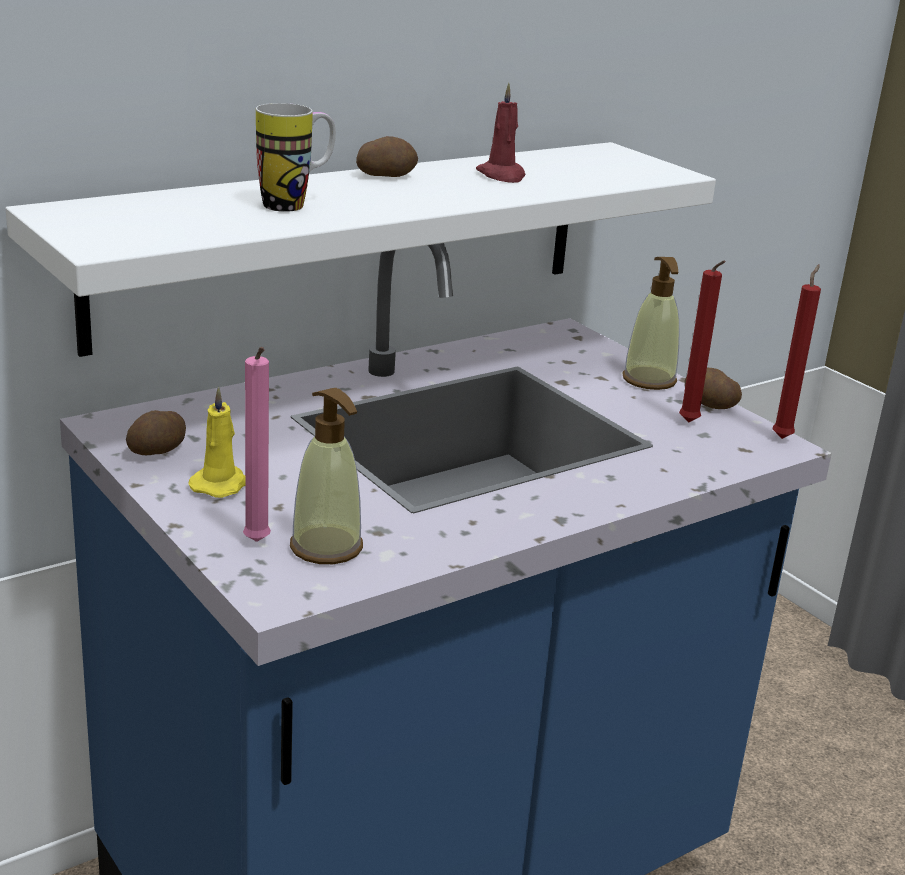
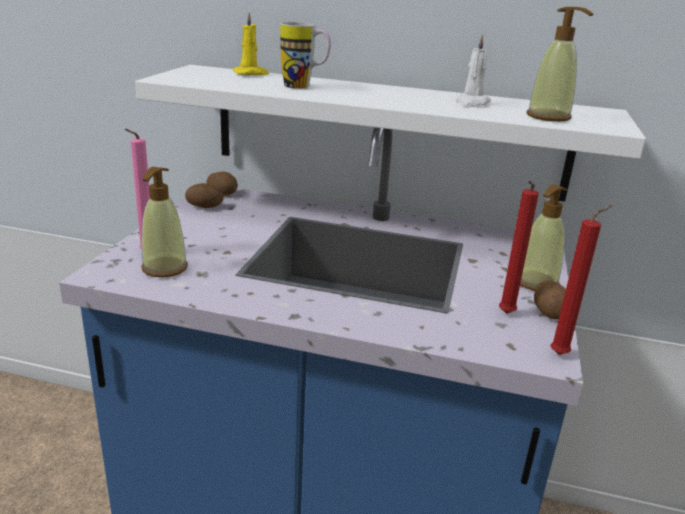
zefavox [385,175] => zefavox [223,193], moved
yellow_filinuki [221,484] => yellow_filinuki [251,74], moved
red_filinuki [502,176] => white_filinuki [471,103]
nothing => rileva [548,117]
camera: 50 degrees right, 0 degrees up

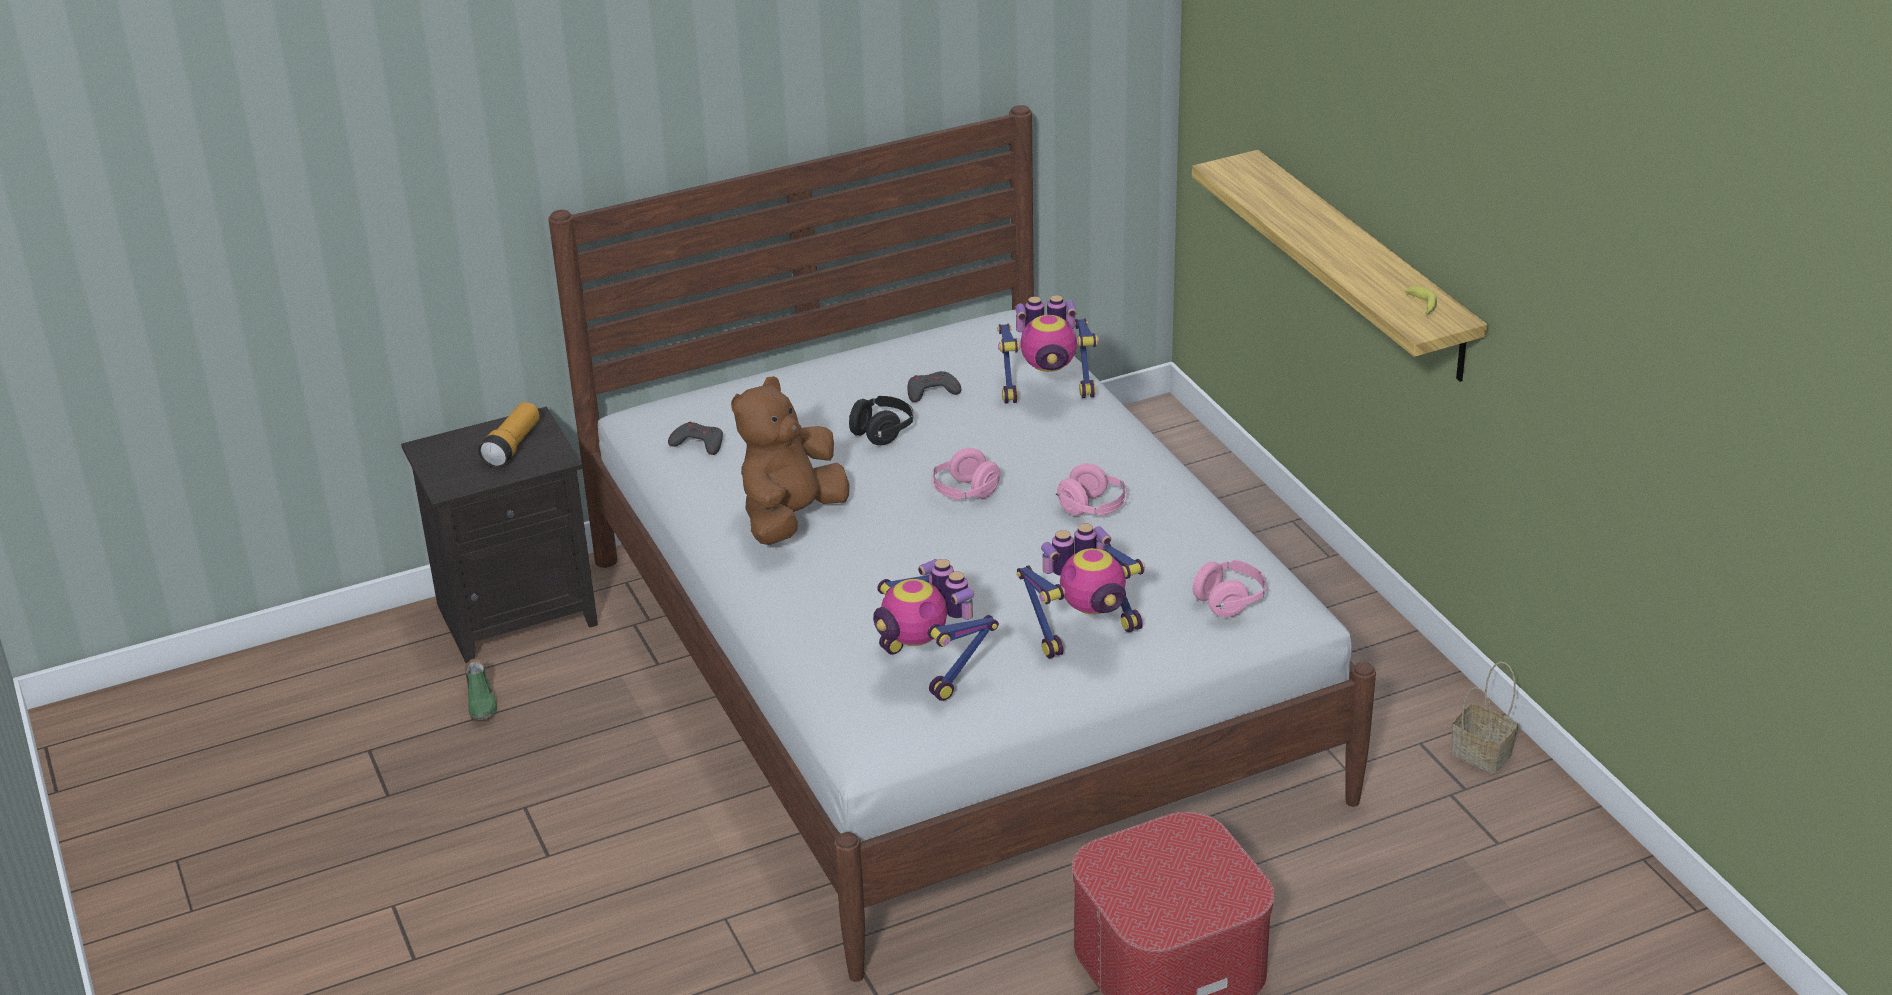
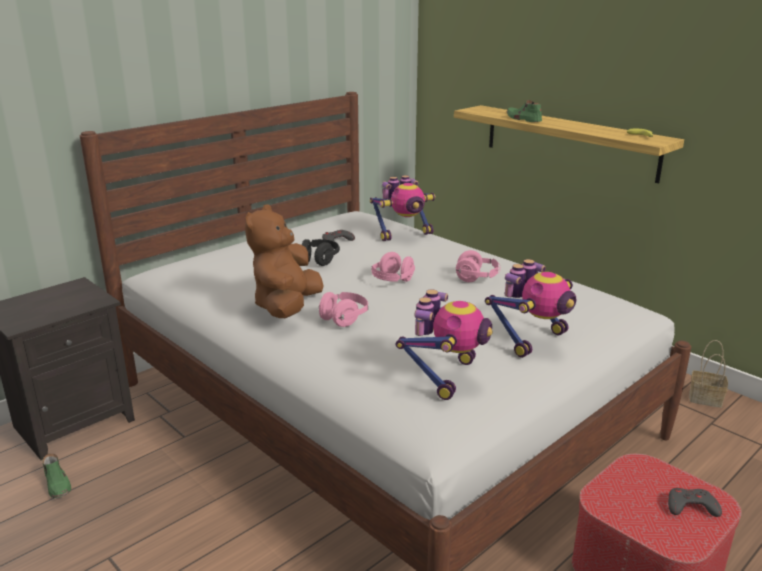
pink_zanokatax [1230,601] => pink_zanokatax [344,318], moved
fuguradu [929,667] => fuguradu [445,376], 105 degrees counterclockwise
nothing => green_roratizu [523,119]
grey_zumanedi [698,443] => grey_zumanedi [691,506], moved
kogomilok [512,446] => nothing
camera: 20 degrees left, 10 degrees down

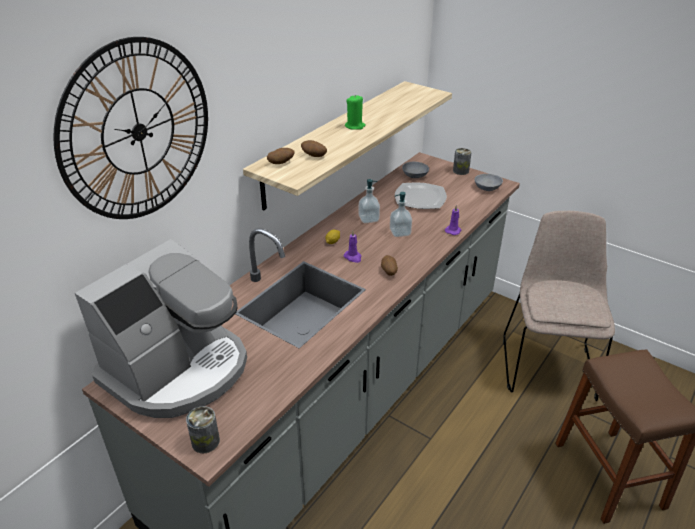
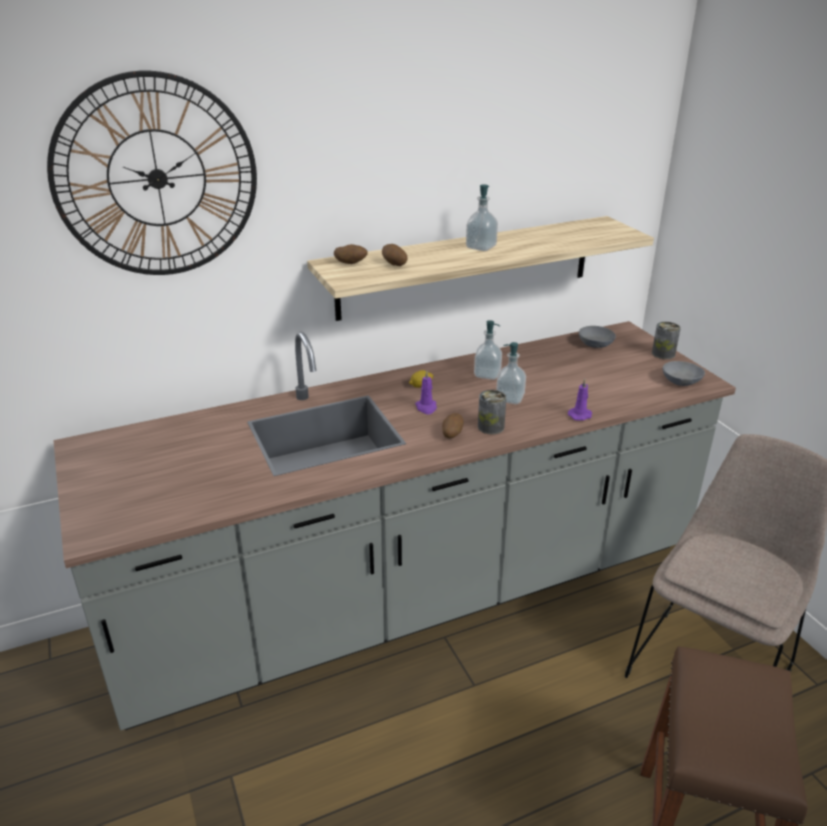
green_filinuki [355,126] => rileva [481,247]
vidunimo [205,441] => vidunimo [491,427], moved
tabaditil [178,370] => nothing
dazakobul [420,198] => nothing
camera: 30 degrees right, 5 degrees down

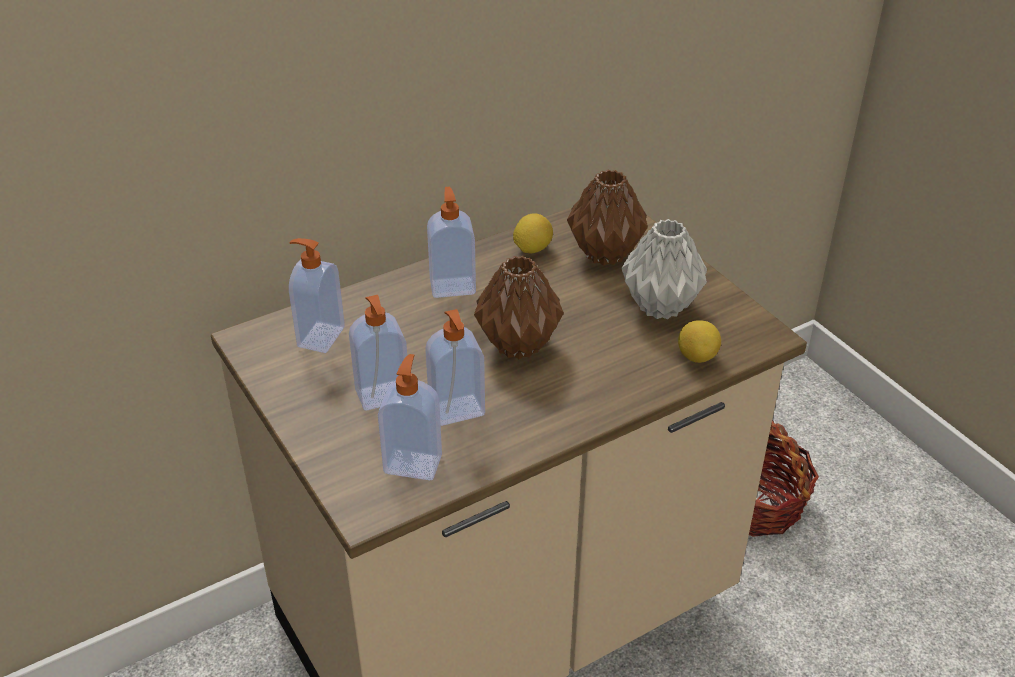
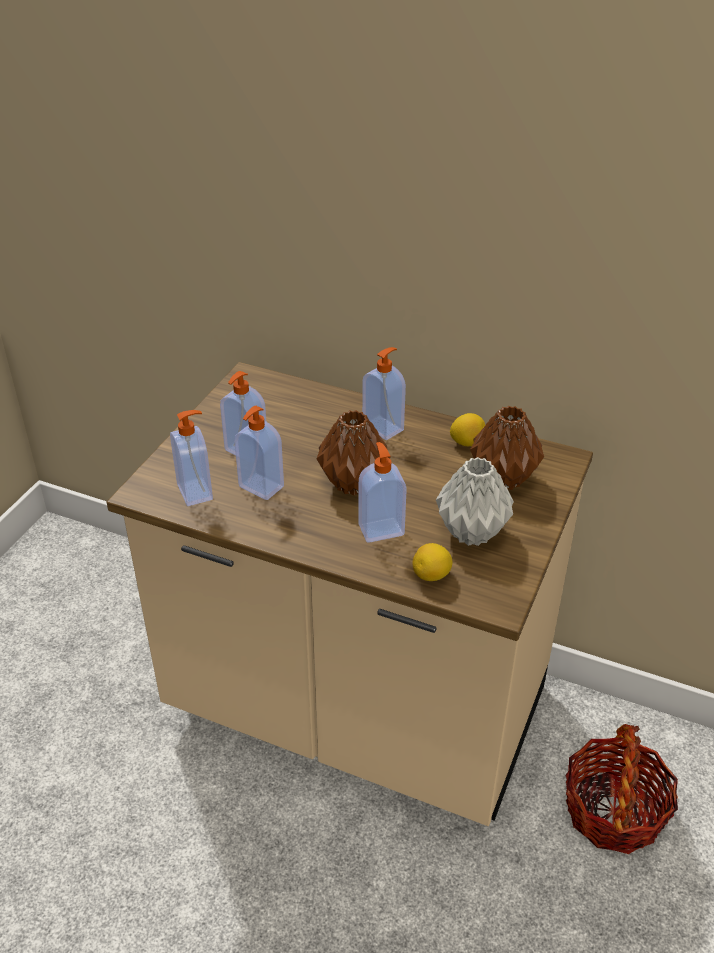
rileva [319,336] => rileva [380,529], moved
camera: 55 degrees right, 0 degrees up

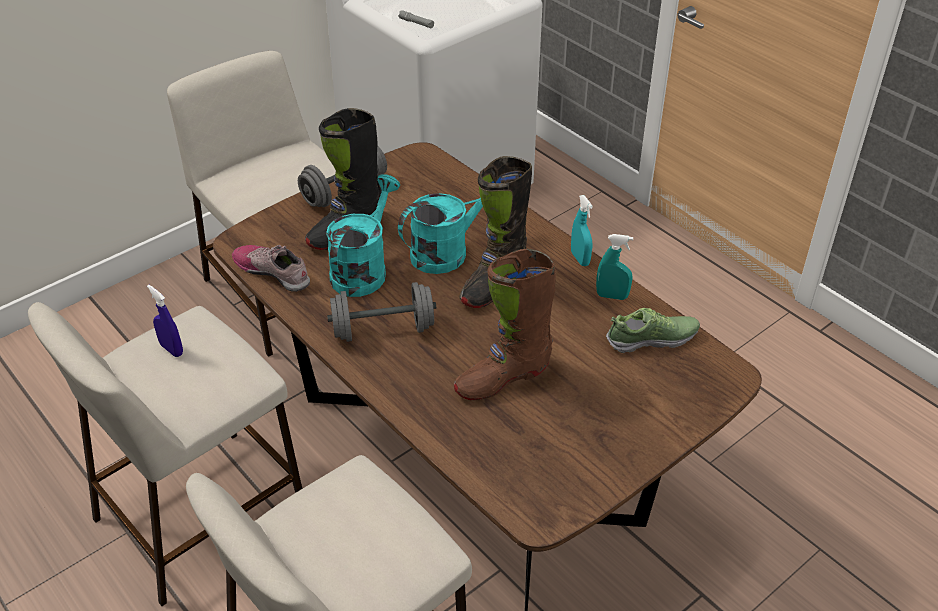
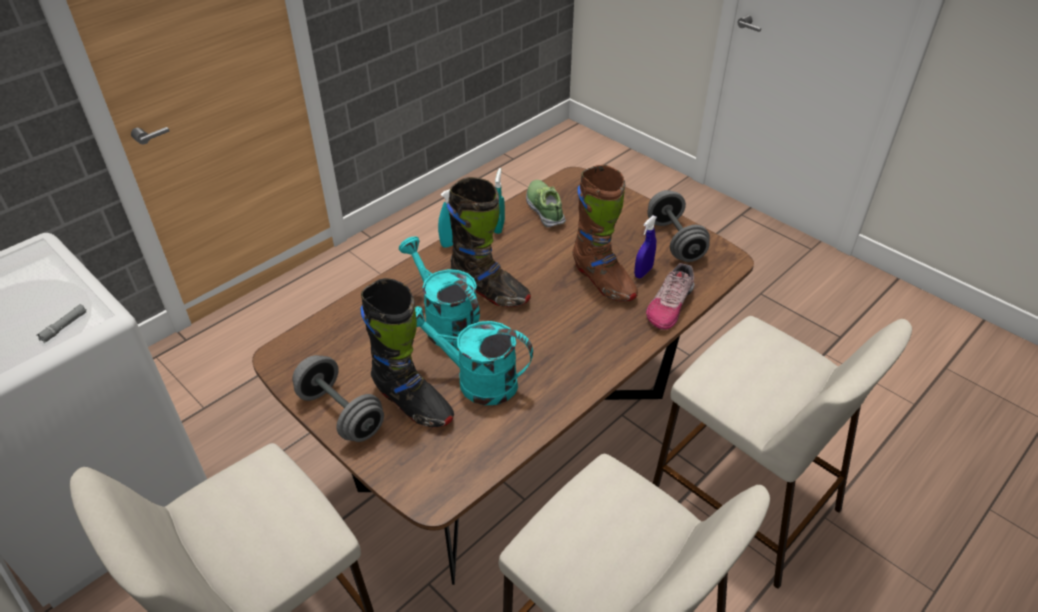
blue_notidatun [171,349] => blue_notidatun [643,272], moved
roratizu [273,272] => roratizu [669,305], moved
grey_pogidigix [383,329] => grey_pogidigix [675,241], moved
camera: 95 degrees left, 0 degrees up

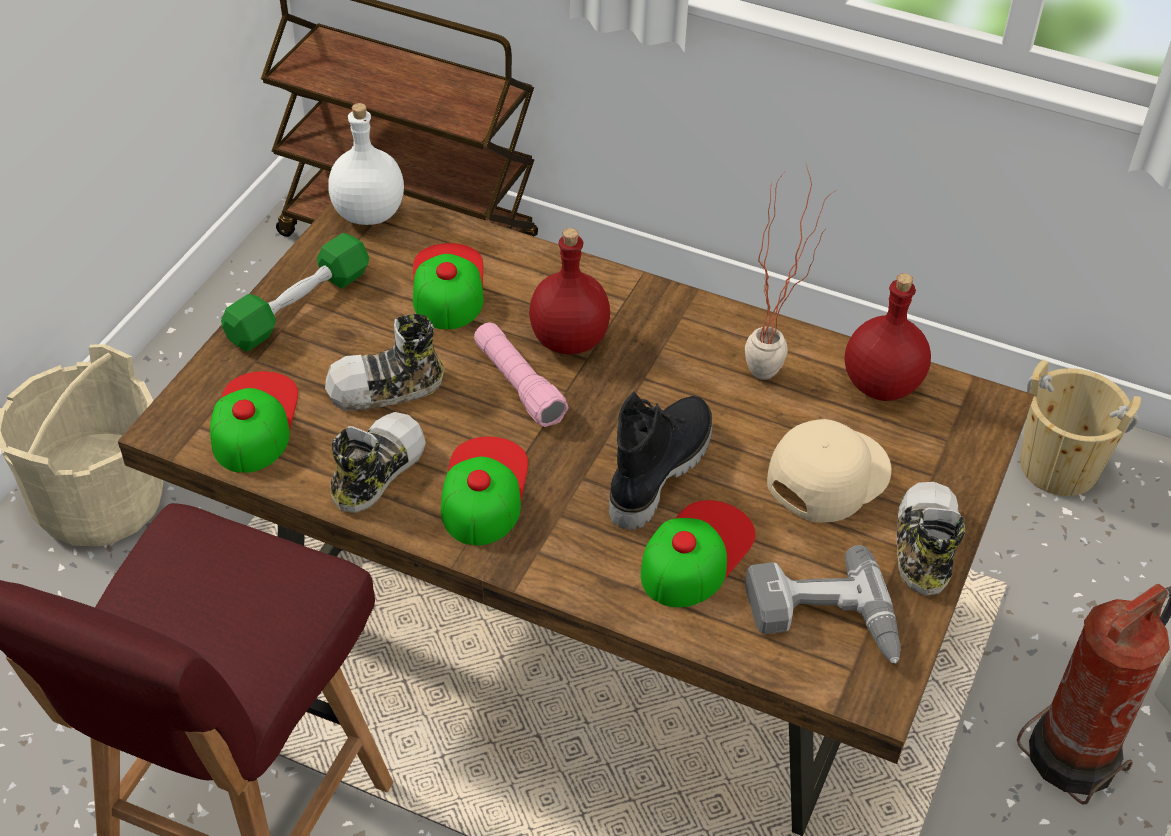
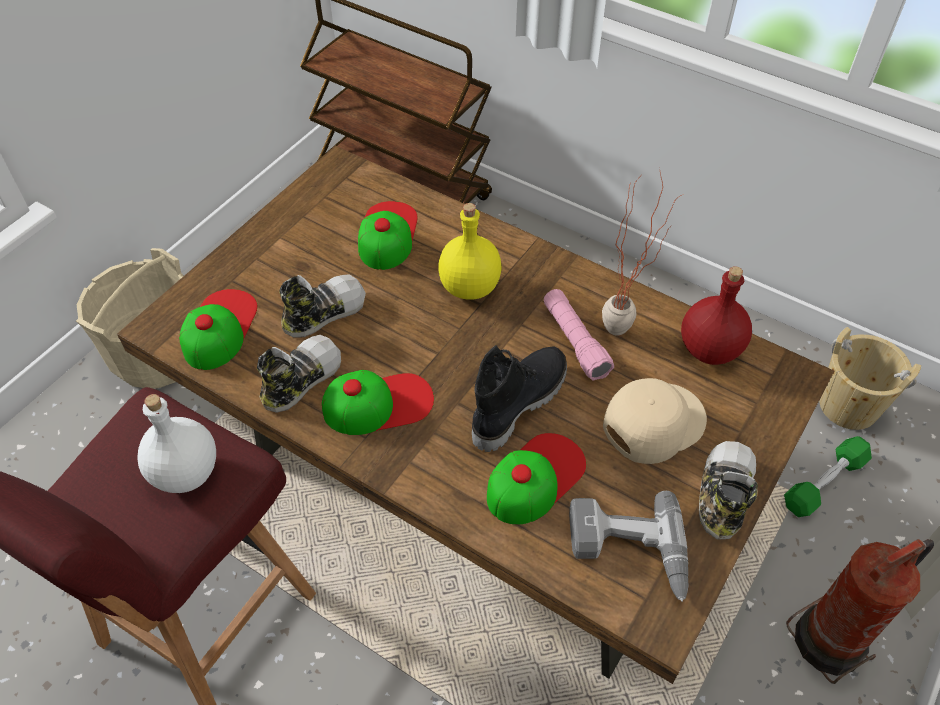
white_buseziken [370,214] => white_buseziken [187,473], moved
roratizu [386,388] => roratizu [323,312], 150 degrees clockwise
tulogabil [483,489] => tulogabil [378,404], 60 degrees clockwise
red_buseziken [567,339] => yellow_buseziken [468,286]
pink_kogomilok [518,385] => pink_kogomilok [575,341], moved
green_pogidigix [298,307] => green_pogidigix [824,483], moved
camera: 10 degrees right, 5 degrees up

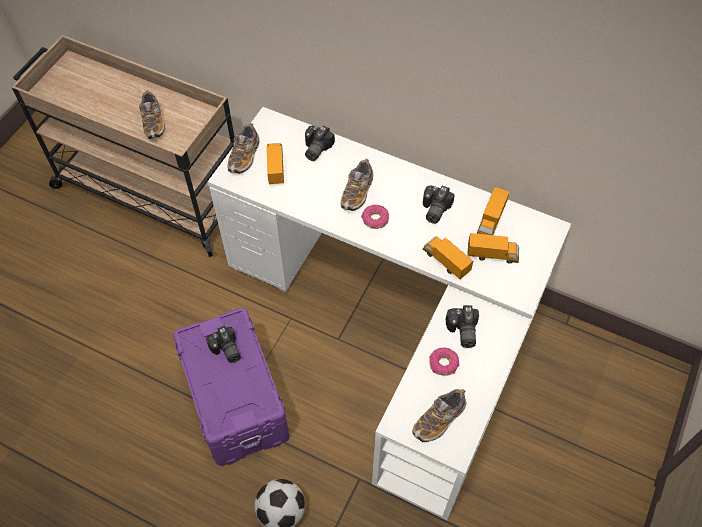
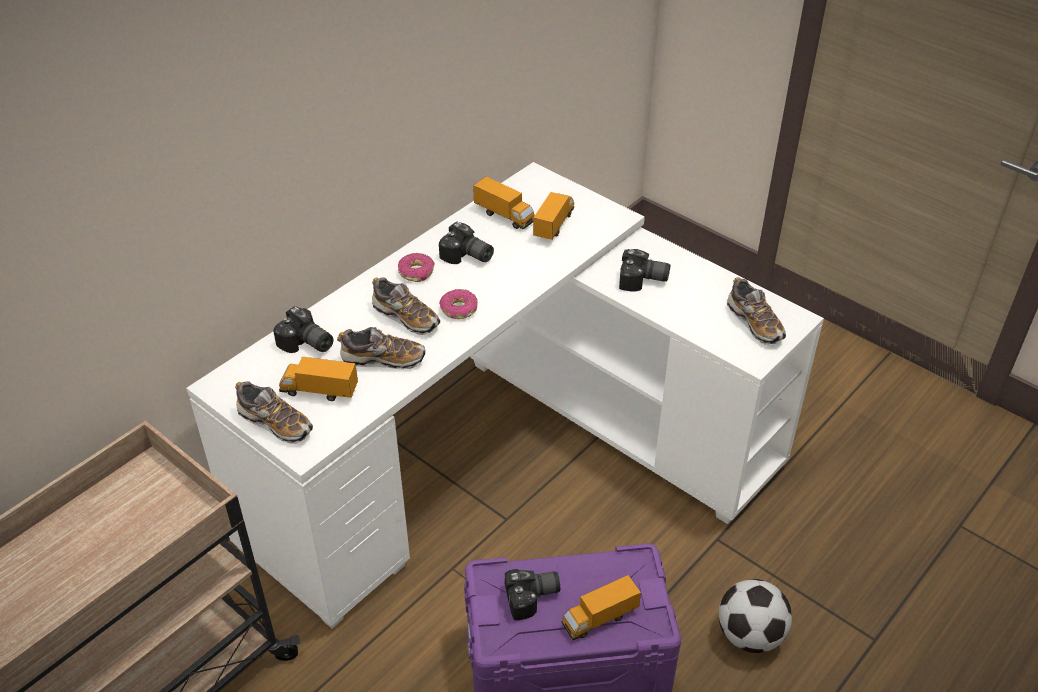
roratizu [153,122] => roratizu [383,359], moved
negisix [443,364] => negisix [416,272], moved
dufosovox [446,262] => dufosovox [599,619], moved
camera: 75 degrees left, 15 degrees down

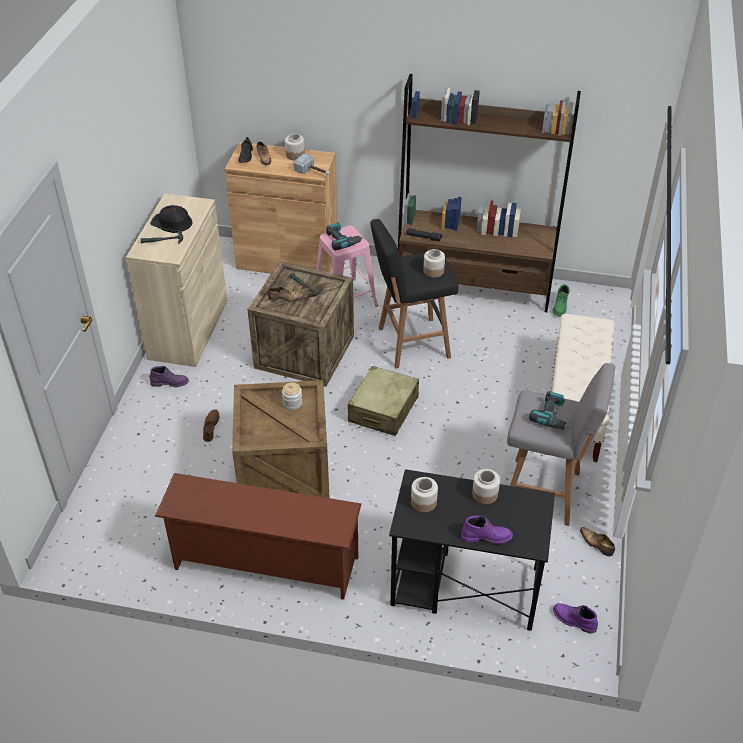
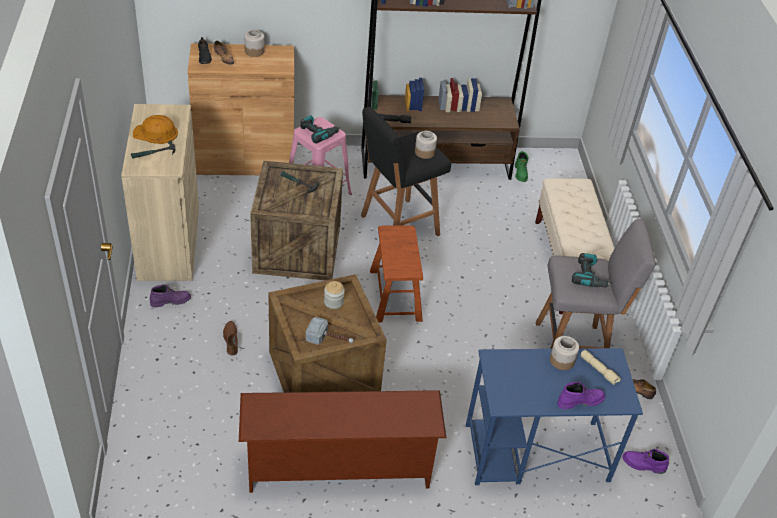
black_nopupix [172,222] => orange_nopupix [156,133]
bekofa [313,172] => bekofa [330,339], moved
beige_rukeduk [383,409] => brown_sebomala [395,295]
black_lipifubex [464,587] => blue_lipifubex [535,453]
nothing => beige_kogomilok [599,370]
roratizu [285,298] => nothing
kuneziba [423,502] => nothing
camera: 20 degrees left, 0 degrees up

